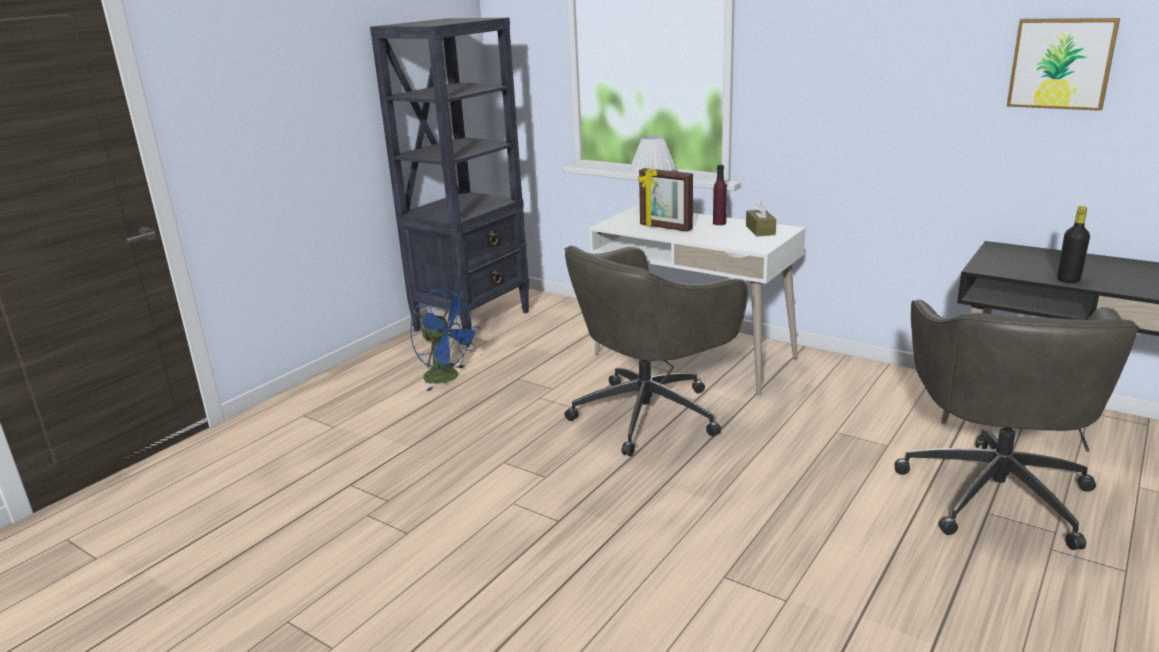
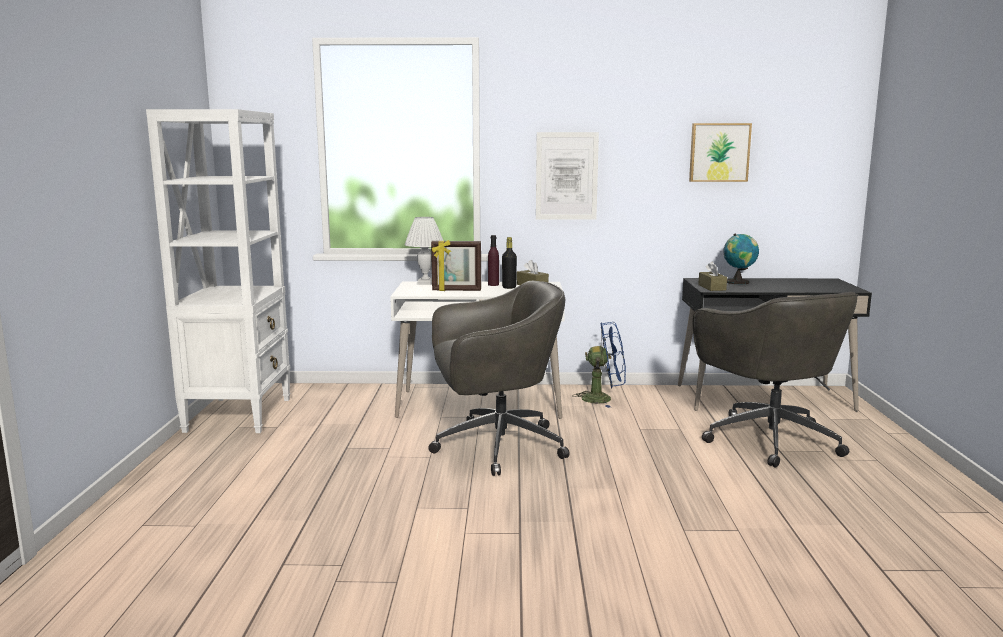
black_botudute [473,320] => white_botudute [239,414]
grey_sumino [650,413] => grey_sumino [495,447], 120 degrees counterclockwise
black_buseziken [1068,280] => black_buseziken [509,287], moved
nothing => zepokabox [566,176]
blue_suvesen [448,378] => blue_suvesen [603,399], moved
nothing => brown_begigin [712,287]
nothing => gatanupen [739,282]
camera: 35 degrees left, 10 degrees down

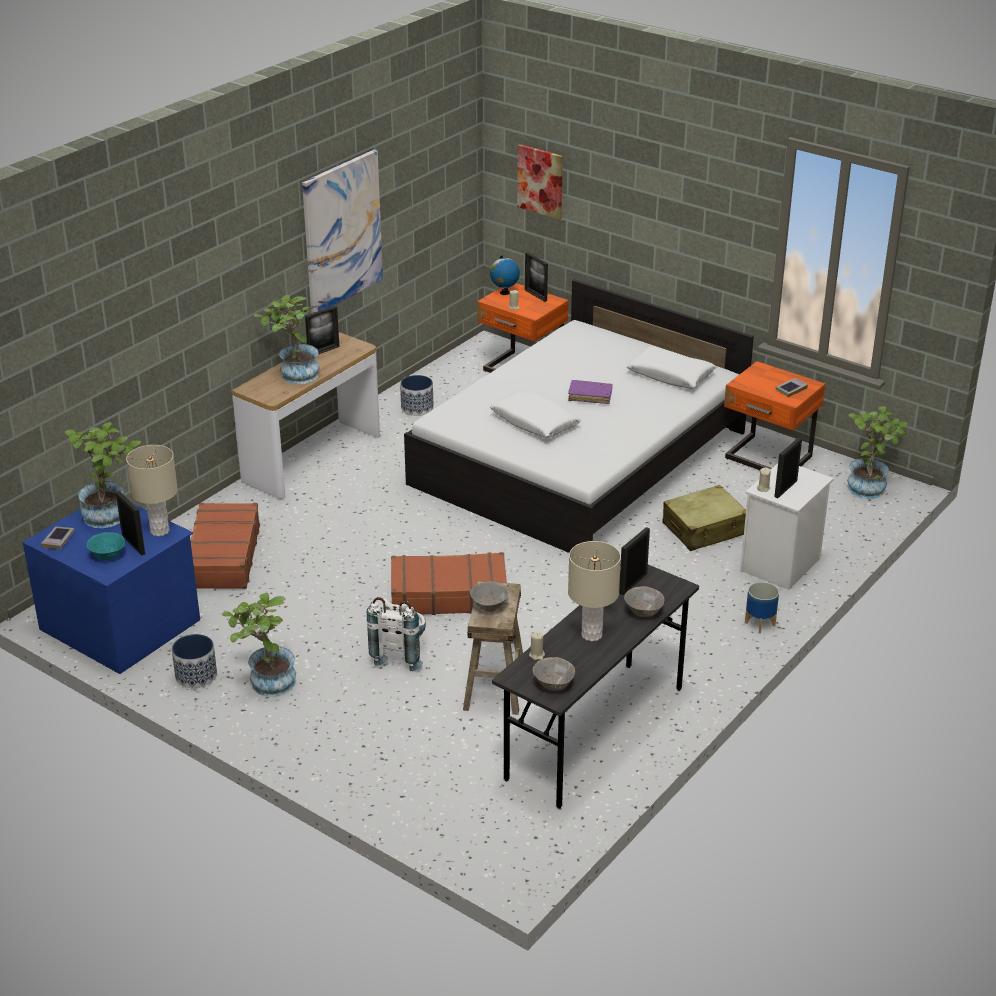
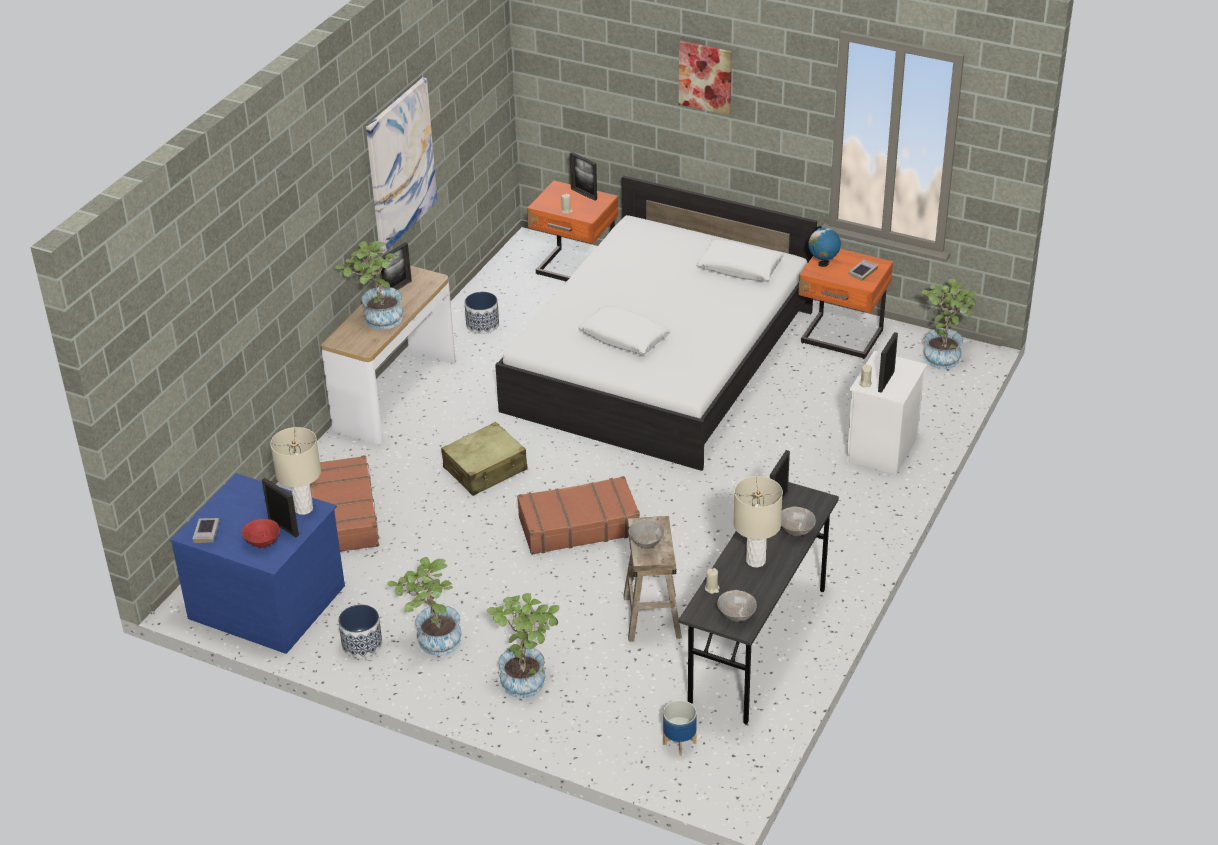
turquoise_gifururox [107,556] => red_gifururox [262,542]
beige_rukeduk [704,529] => beige_rukeduk [485,469], moved
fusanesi [111,514] => fusanesi [527,678], moved
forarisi [760,624] => forarisi [680,743], moved
zepokabox [540,181] => zepokabox [705,77], moved
gatanupen [504,293] => gatanupen [823,264], moved
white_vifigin [400,653] => nothing
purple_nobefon [590,396] => nothing
camera: 10 degrees left, 5 degrees up

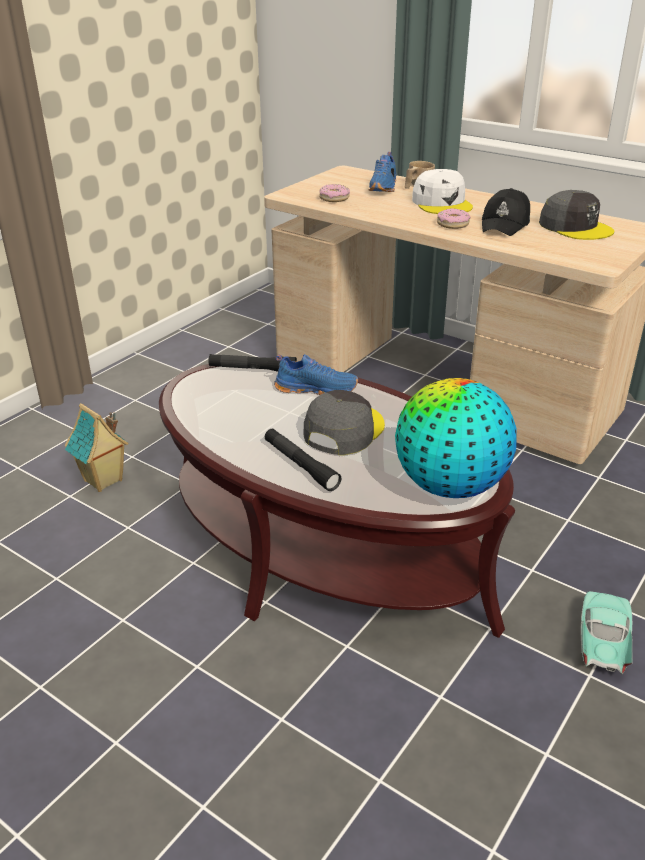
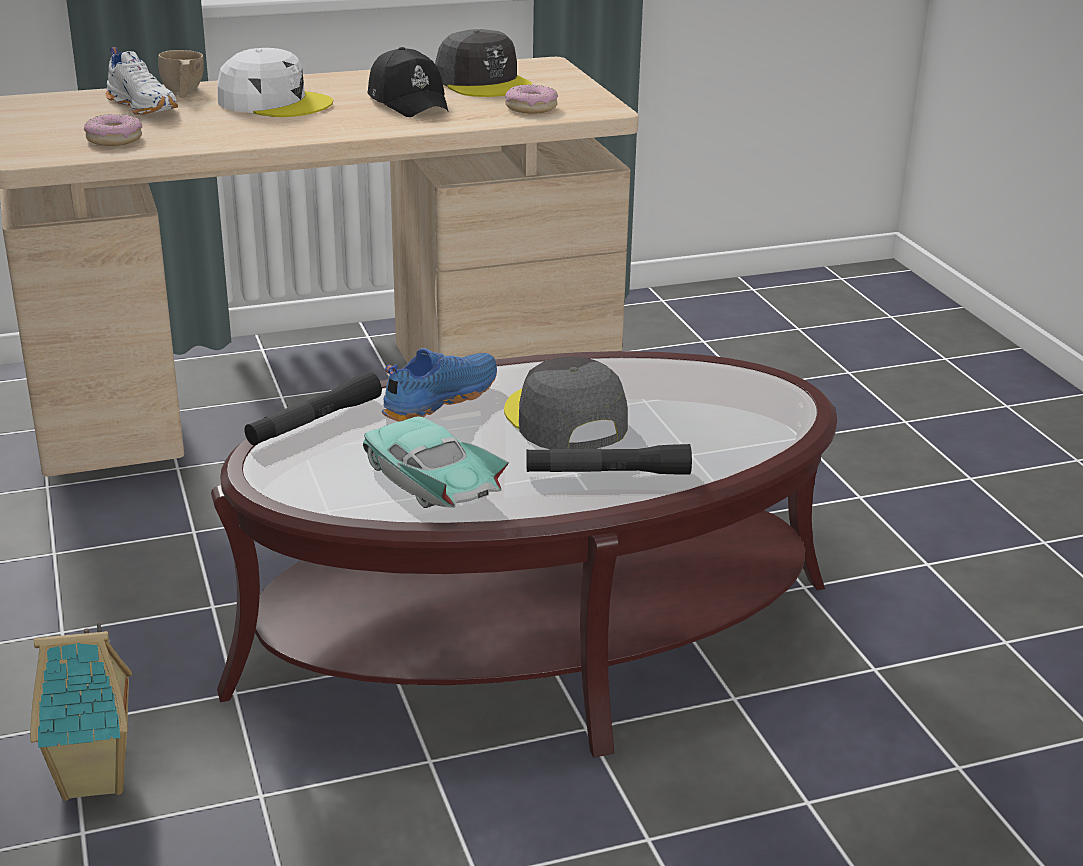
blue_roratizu [384,187] => white_roratizu [144,106]
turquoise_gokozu [602,641] => turquoise_gokozu [431,483], moved
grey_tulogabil [575,227] => grey_tulogabil [483,82], 60 degrees clockwise
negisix [452,224] => negisix [531,108], moved
gatanupen [449,486] => nothing
camera: 55 degrees left, 5 degrees down

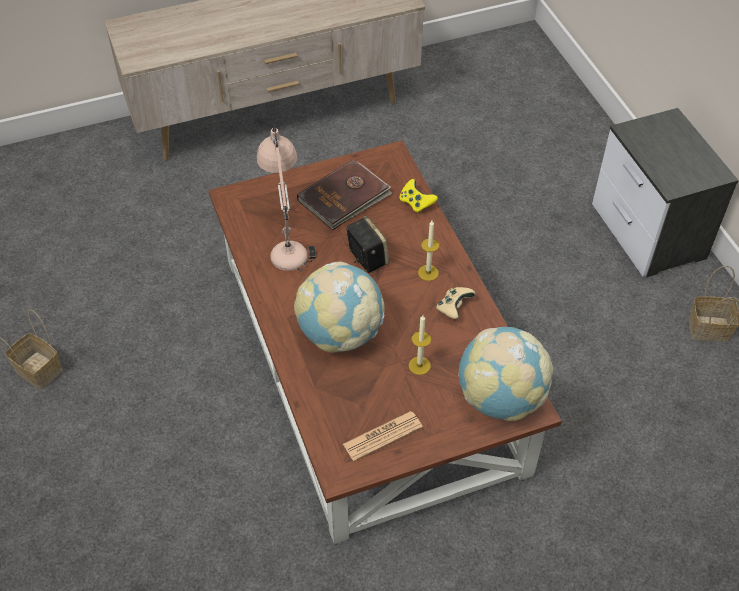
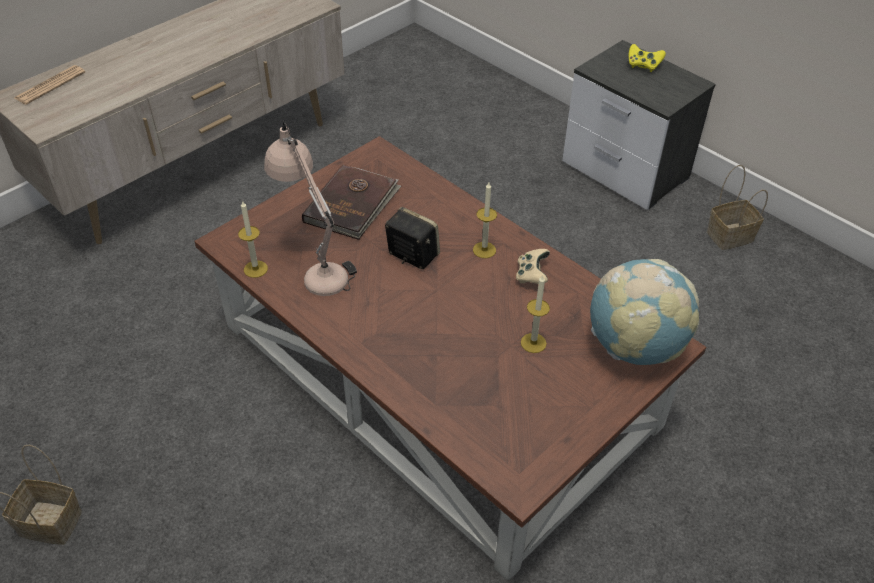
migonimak [382,436] => migonimak [50,85], moved
nothing => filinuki [255,269]
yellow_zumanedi [416,203] => yellow_zumanedi [643,65], moved
gatanupen [340,334] => nothing
camera: 25 degrees left, 5 degrees down

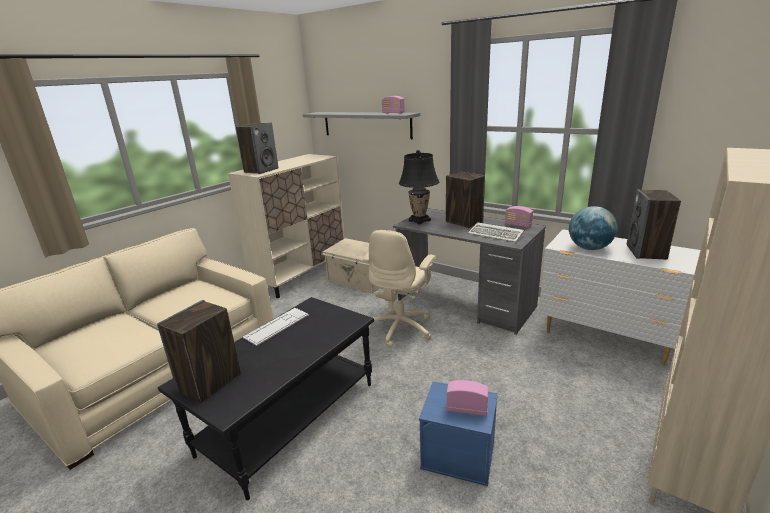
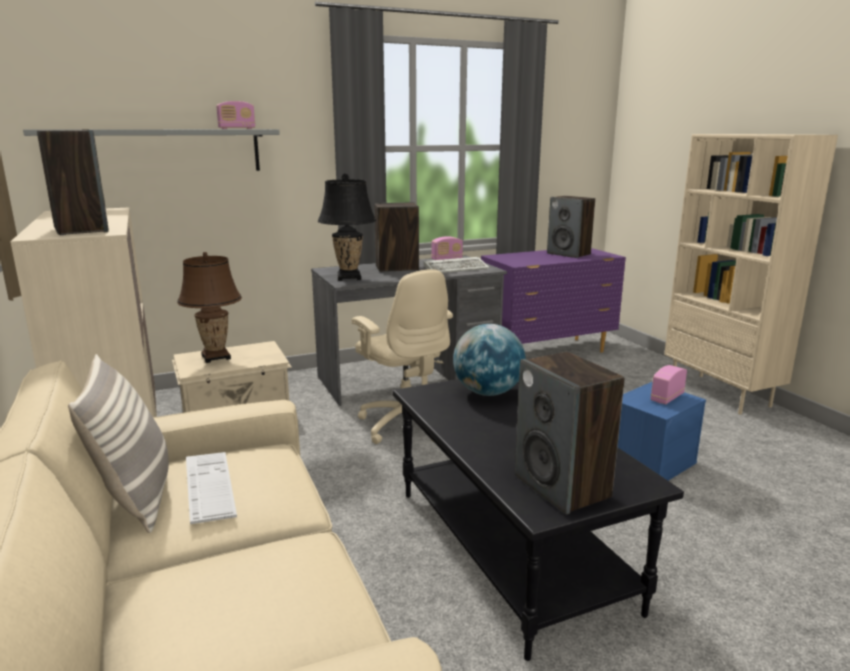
nothing => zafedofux [136,497]
nothing => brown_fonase [216,357]
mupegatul [277,326] => mupegatul [209,486], moved
gatanupen [589,248] => gatanupen [487,392], moved
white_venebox [607,338] => purple_venebox [547,352]
camera: 60 degrees left, 5 degrees down

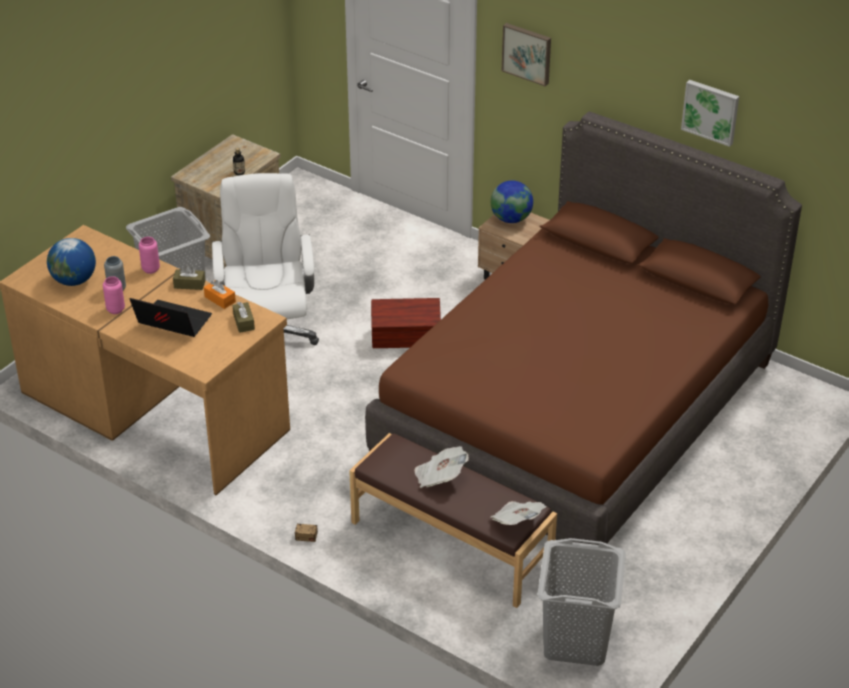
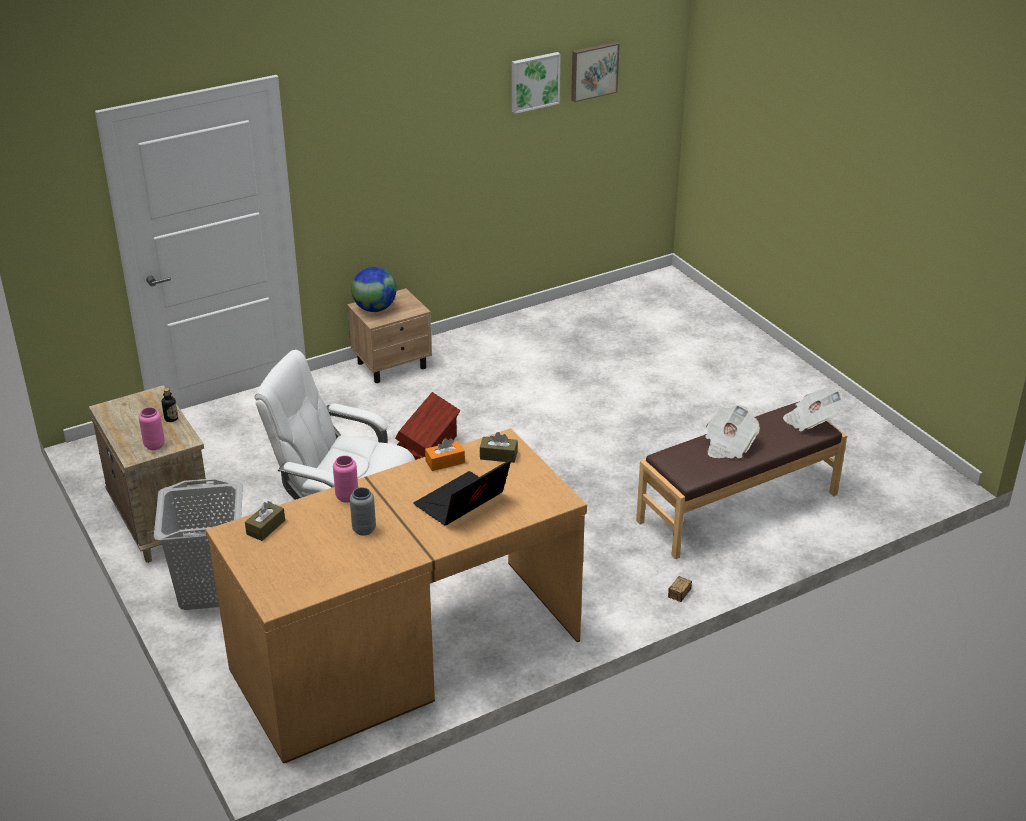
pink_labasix [115,310] => pink_labasix [154,445], moved
brown_begigin [189,284] => brown_begigin [266,527], moved
zepokabox [527,53] => zepokabox [593,71], moved
gatanupen [74,281] => nothing
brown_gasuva [576,411] => nothing
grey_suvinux [575,641] => nothing
camera: 65 degrees left, 5 degrees down

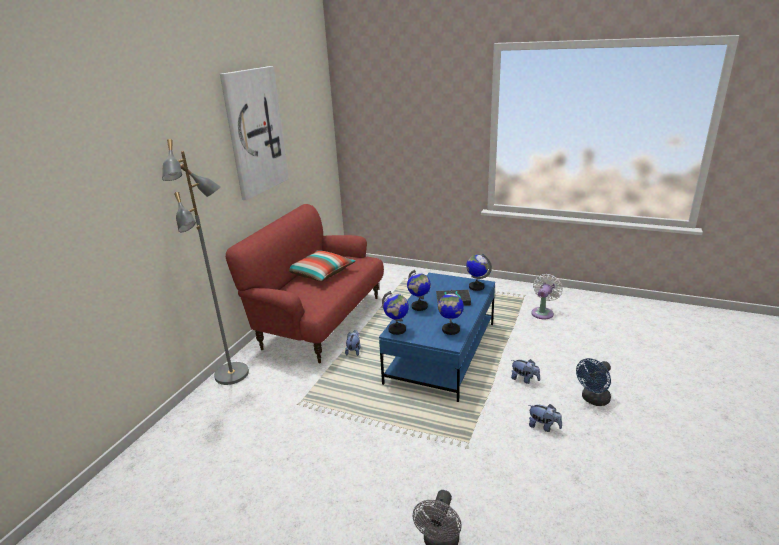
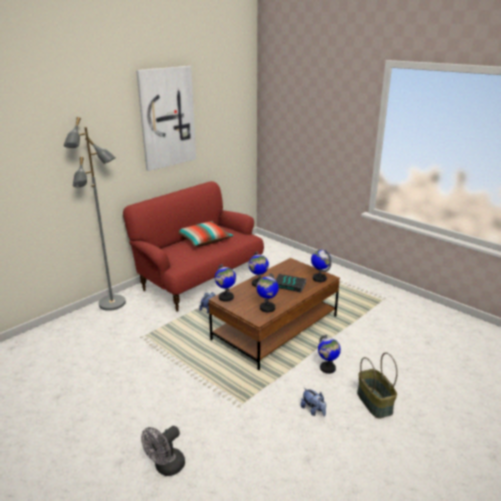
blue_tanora [441,352] => brown_tanora [275,327]
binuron [524,379] => gatanupen [327,368]
blue_suvesen [593,400] => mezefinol [375,402]
white_suvesen [543,312] => nothing
camera: 20 degrees right, 0 degrees up

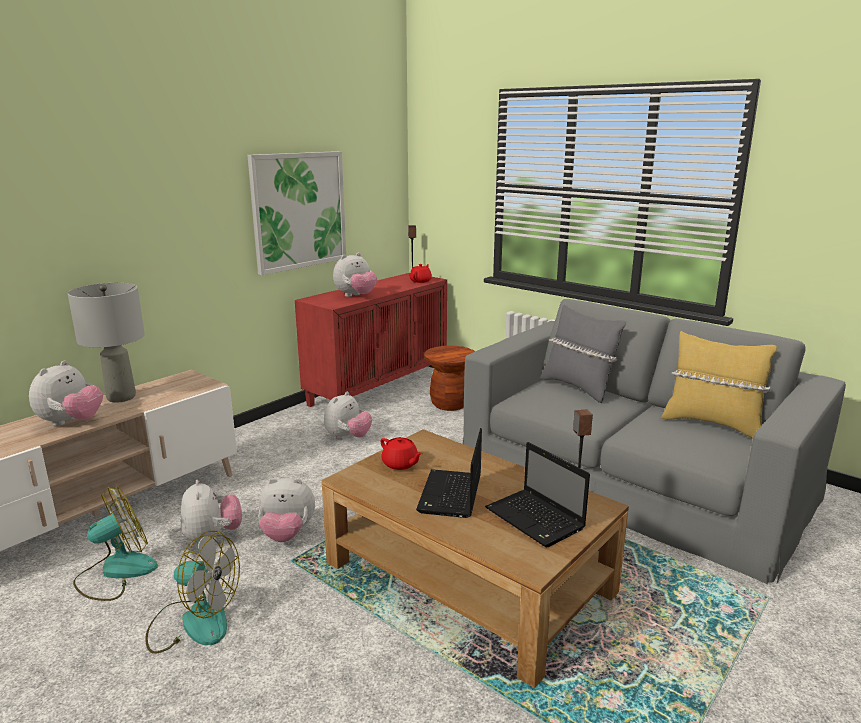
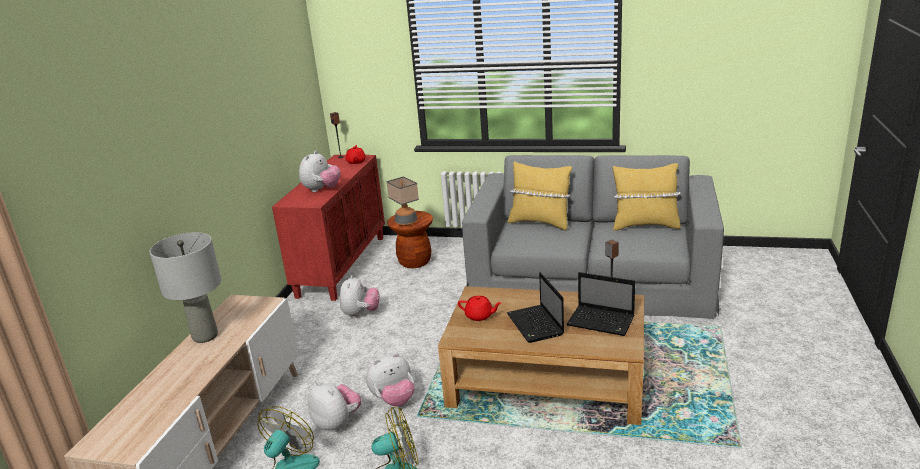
nothing => fonase [406,222]
grey_zafedofux [578,387] => yellow_zafedofux [540,222]
binuron [71,422] => nothing
zepokabox [299,210] => nothing
camera: 25 degrees left, 5 degrees up

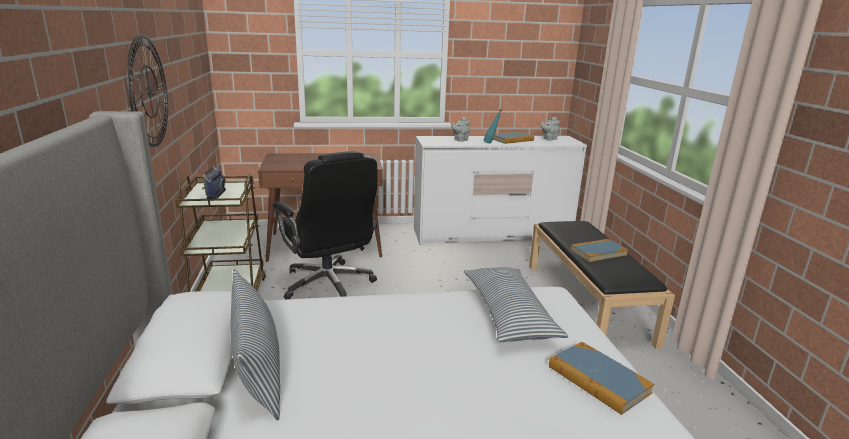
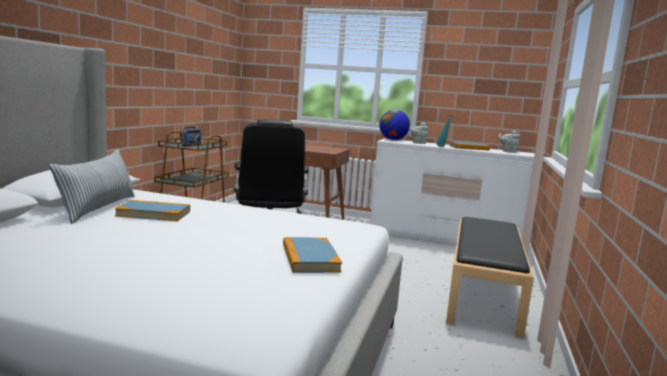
nobefon [598,252] => nobefon [153,214], moved
nothing => gatanupen [393,140]
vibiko [149,92] => nothing
zafedofux [508,314] => nothing
camera: 25 degrees right, 10 degrees down

